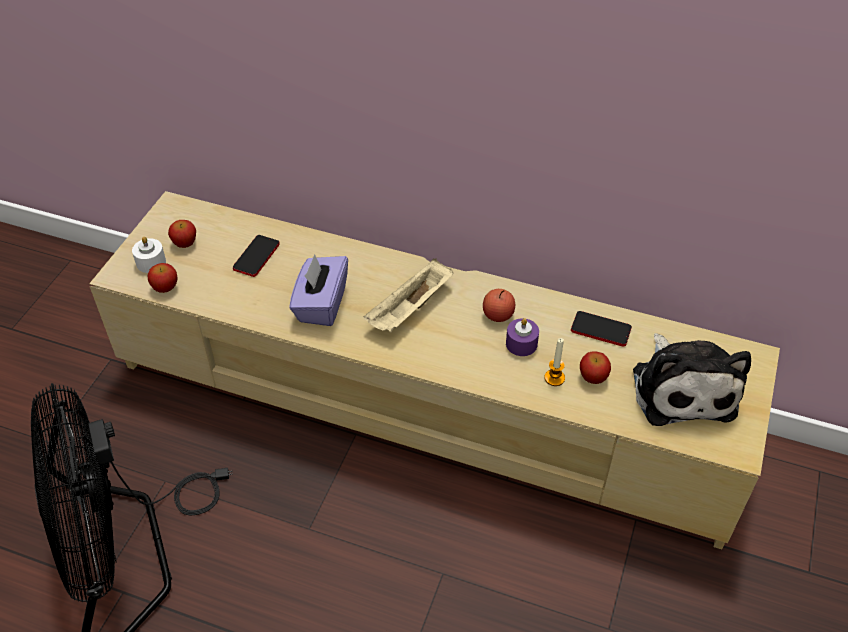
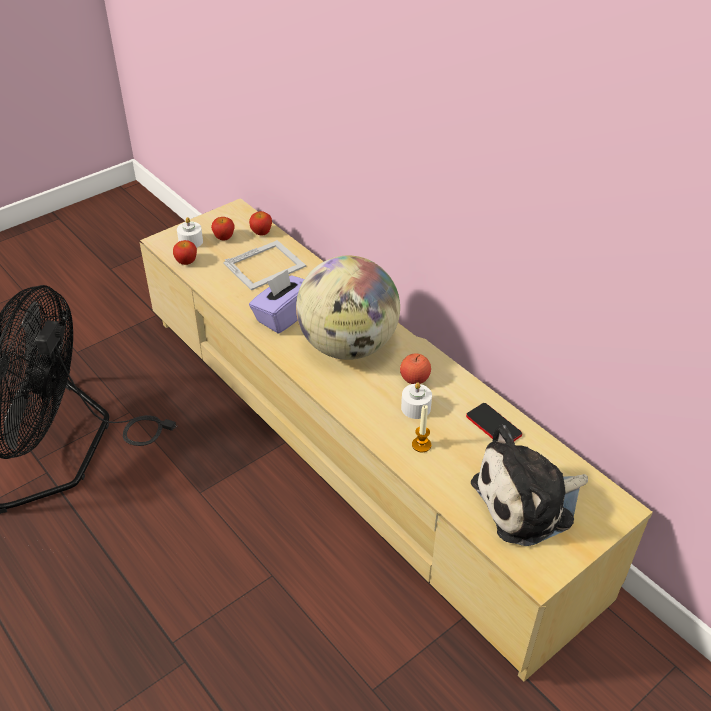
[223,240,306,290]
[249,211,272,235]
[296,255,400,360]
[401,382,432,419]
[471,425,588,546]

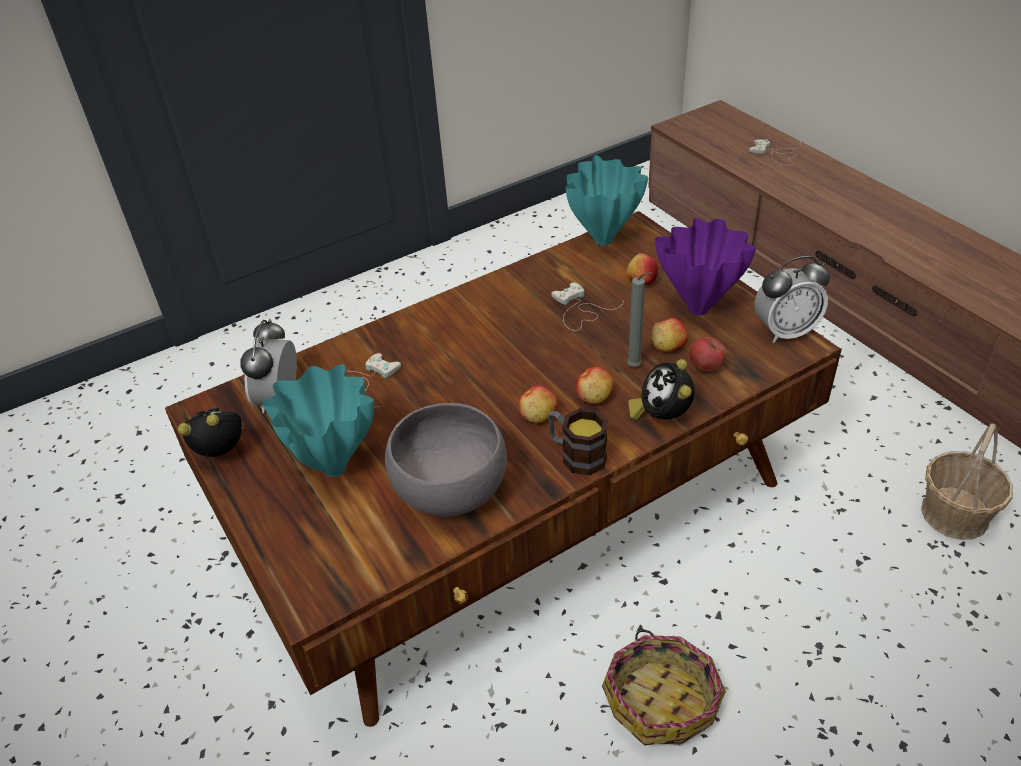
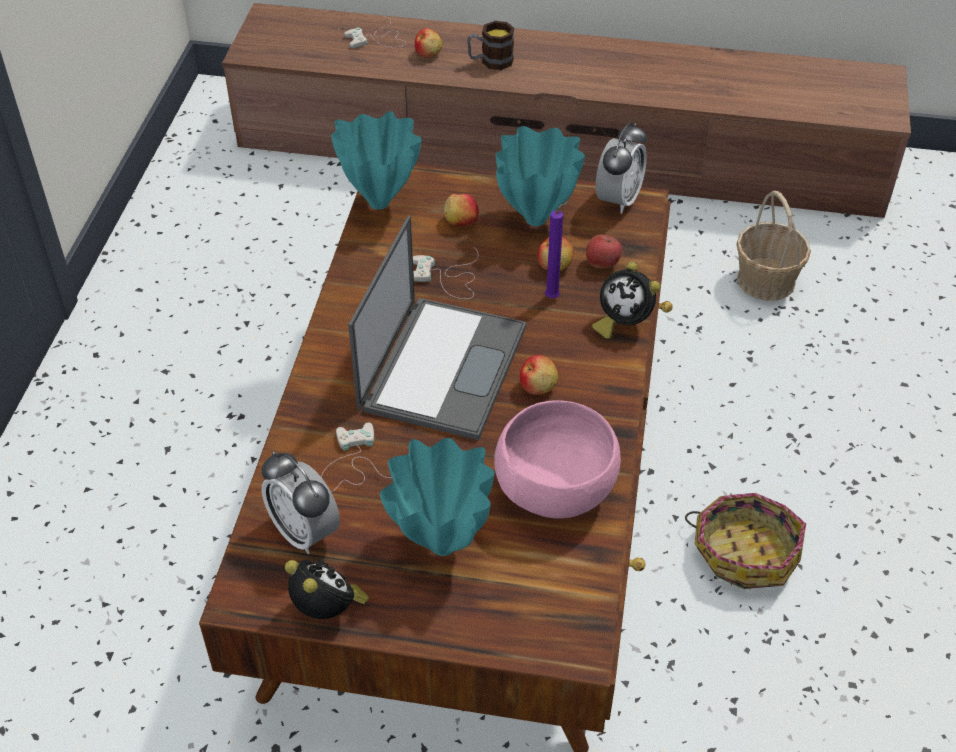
[285,559,369,619]
[348,215,526,440]
[415,28,442,58]
[467,21,514,70]
[494,400,621,519]
[495,126,585,226]
[545,201,570,298]

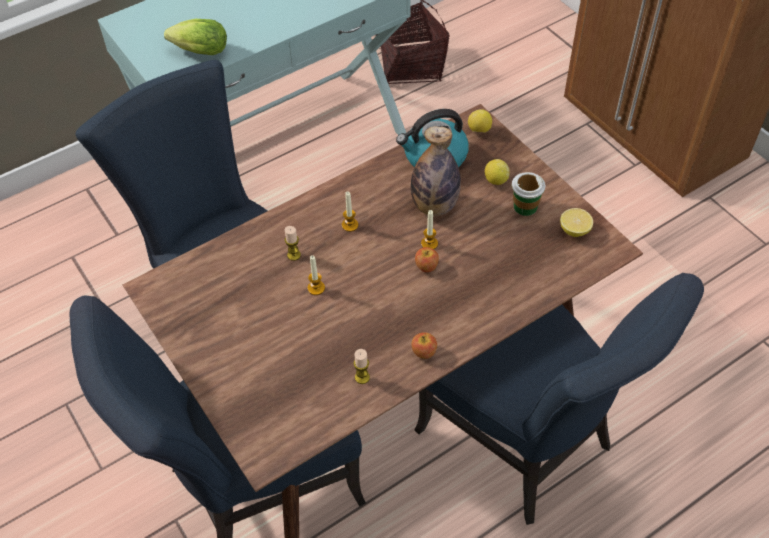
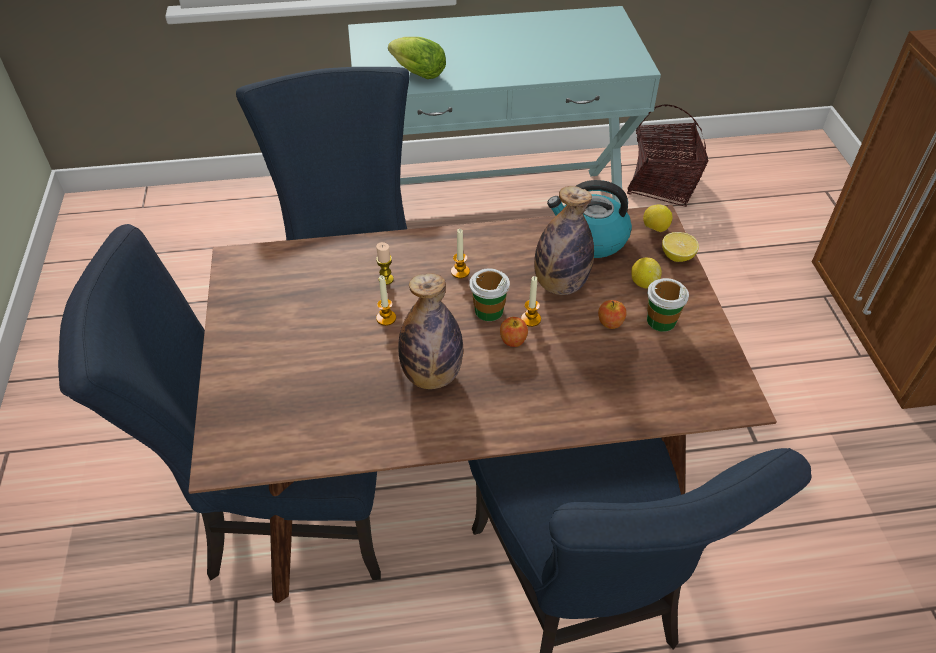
[398,273,463,389]
[469,268,510,321]
[598,300,626,329]
[662,232,699,262]
[354,349,370,384] (first image)

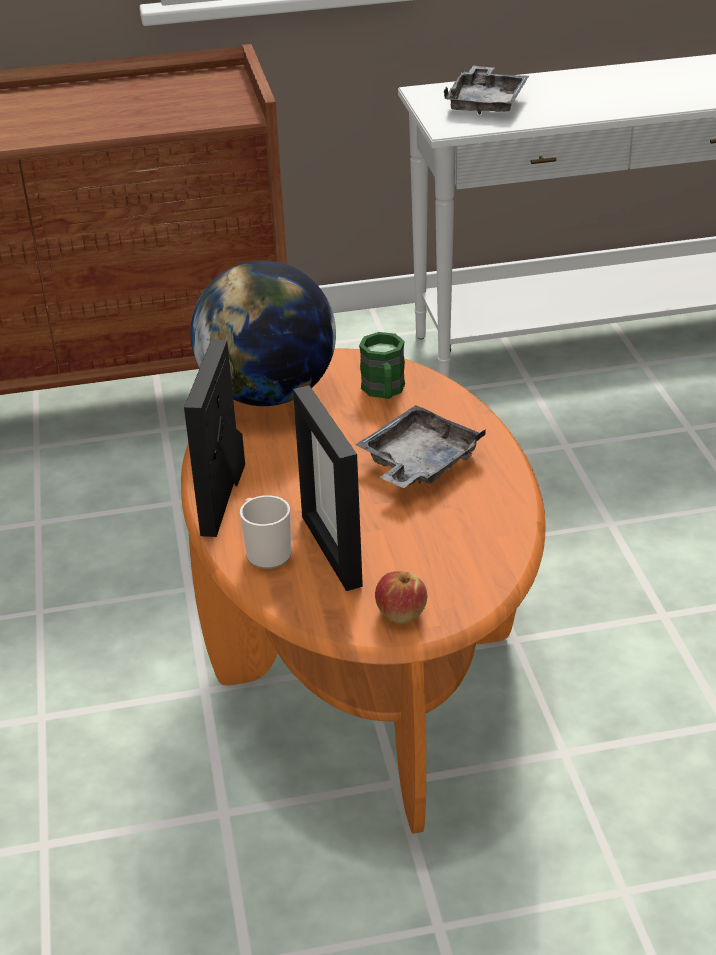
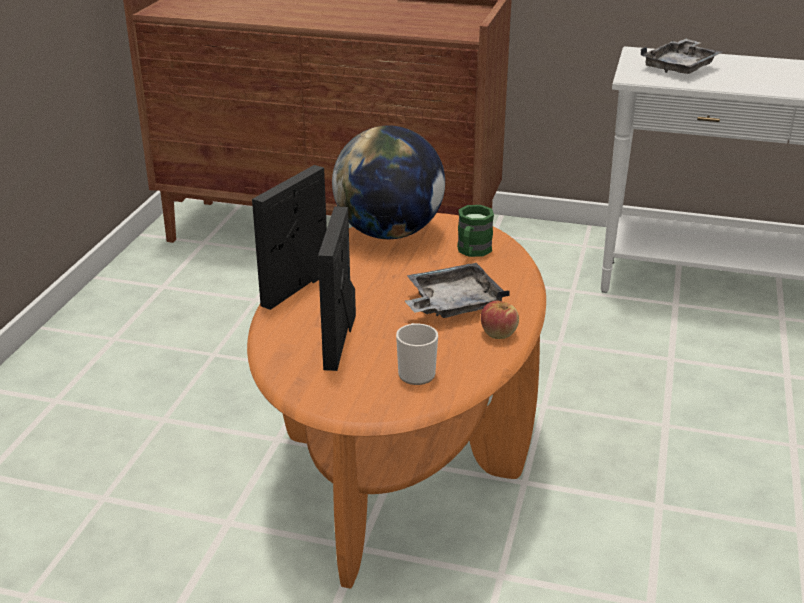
[396,323,438,385]
[481,301,519,339]

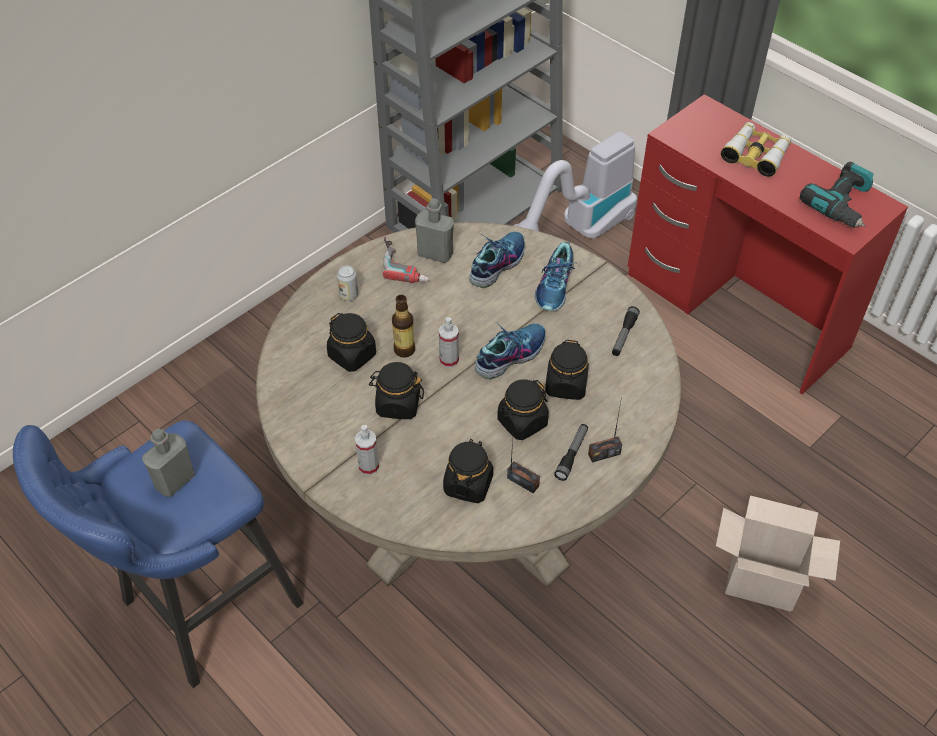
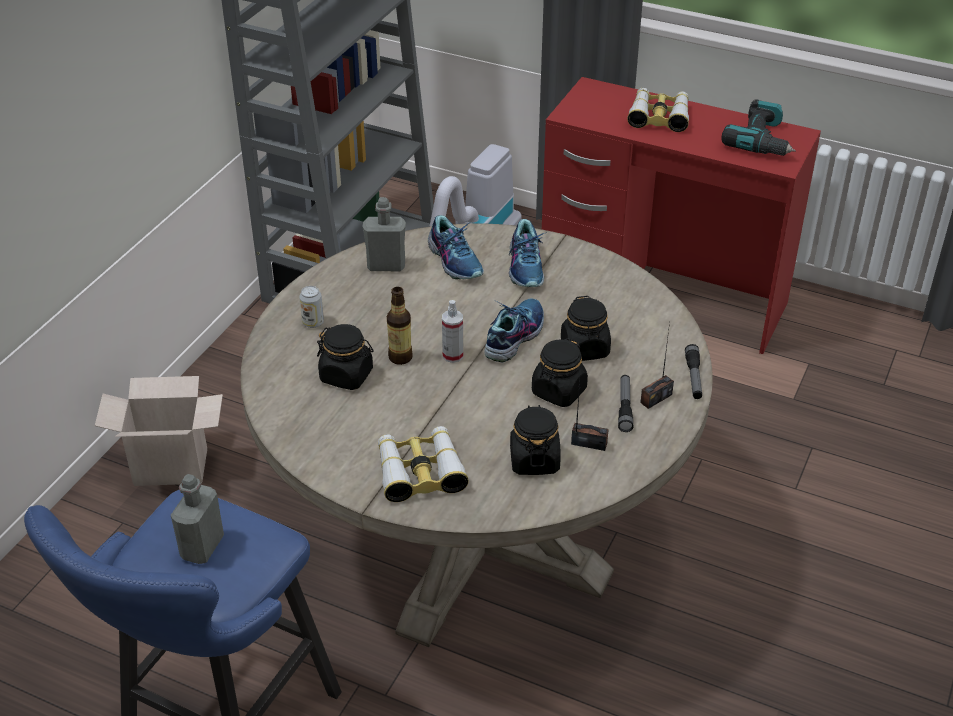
[95,376,223,486]
[378,426,469,502]
[428,215,484,279]
[685,344,702,399]
[369,362,424,419] (first image)
[383,237,430,283] (first image)

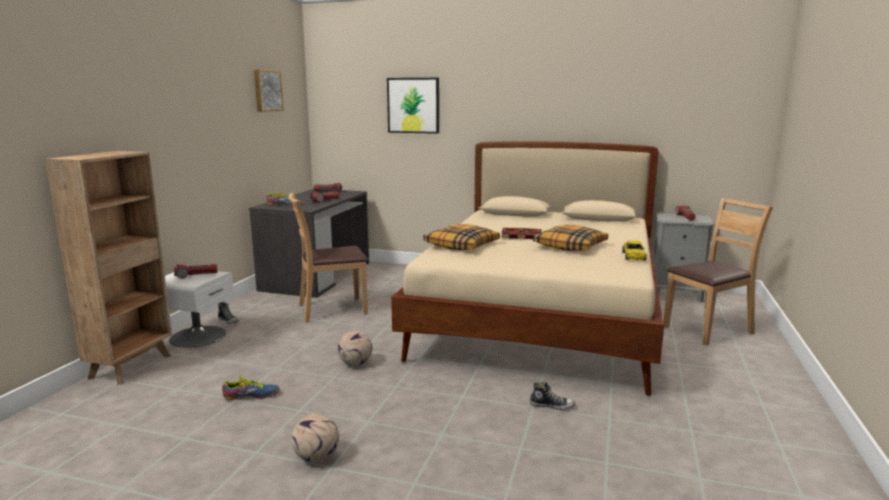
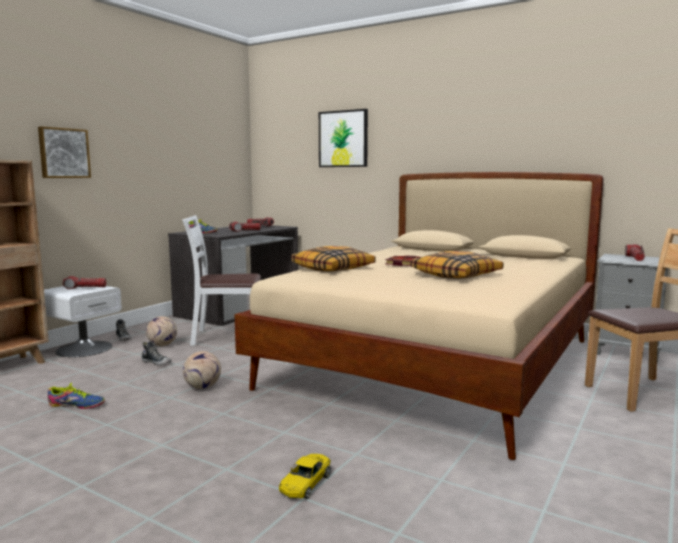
[38,126,91,178]
[142,341,172,365]
[146,316,177,346]
[182,215,261,346]
[279,454,331,499]

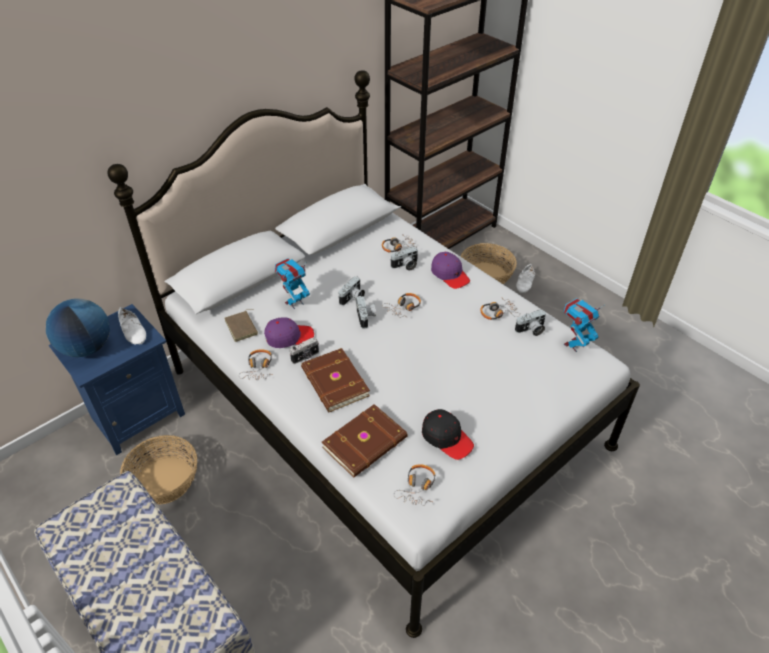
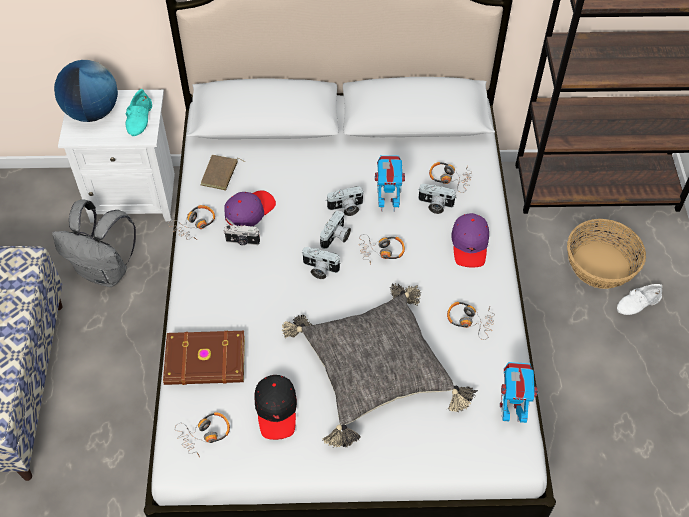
[52,200,136,287]
[58,90,175,222]
[125,89,152,136]
[225,191,276,226]
[282,283,478,448]
[302,247,341,279]
[375,155,405,212]
[301,348,370,412] (first image)

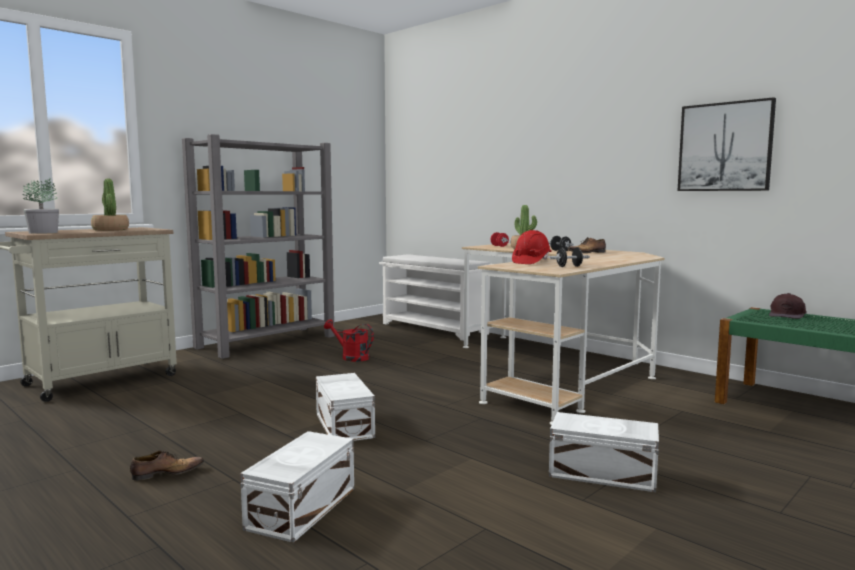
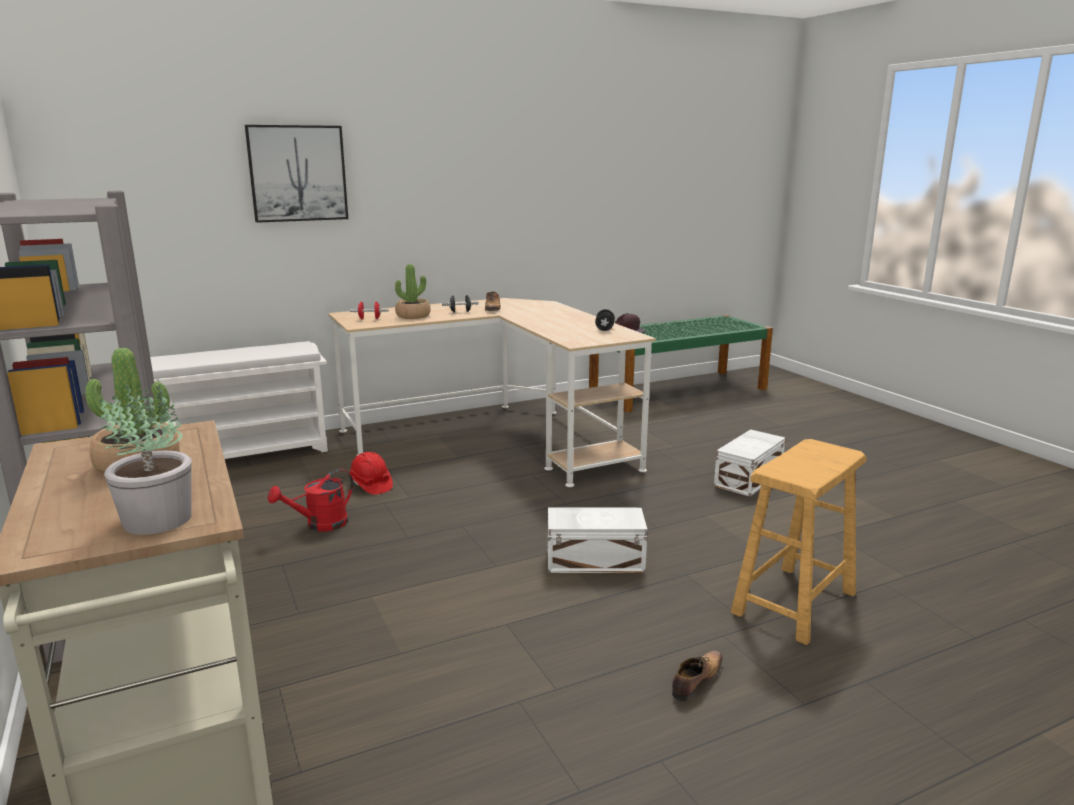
[245,125,348,223]
[349,452,393,495]
[672,650,723,701]
[731,439,867,645]

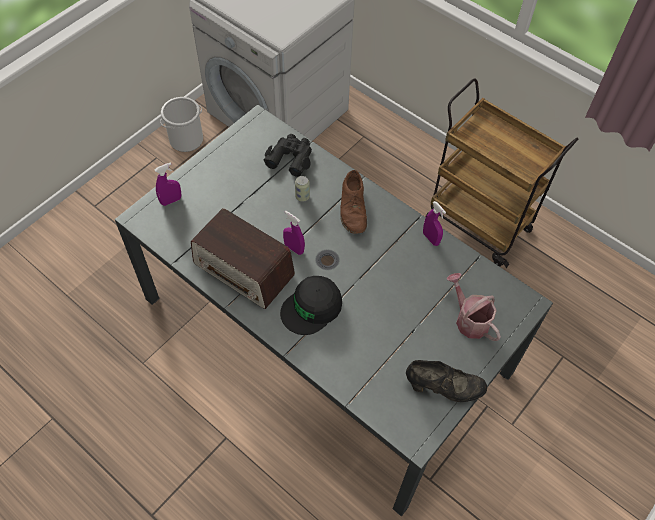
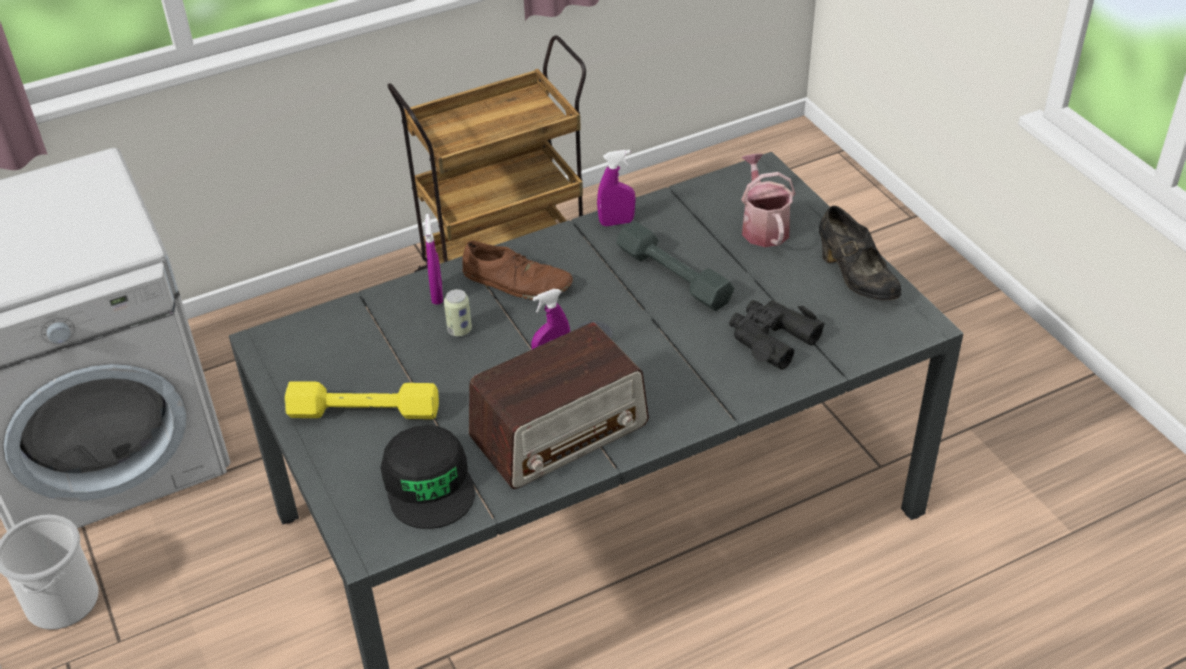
[285,381,439,419]
[380,425,475,529]
[425,214,443,305]
[616,221,735,311]
[729,300,825,370]
[741,153,795,247]
[819,206,901,300]

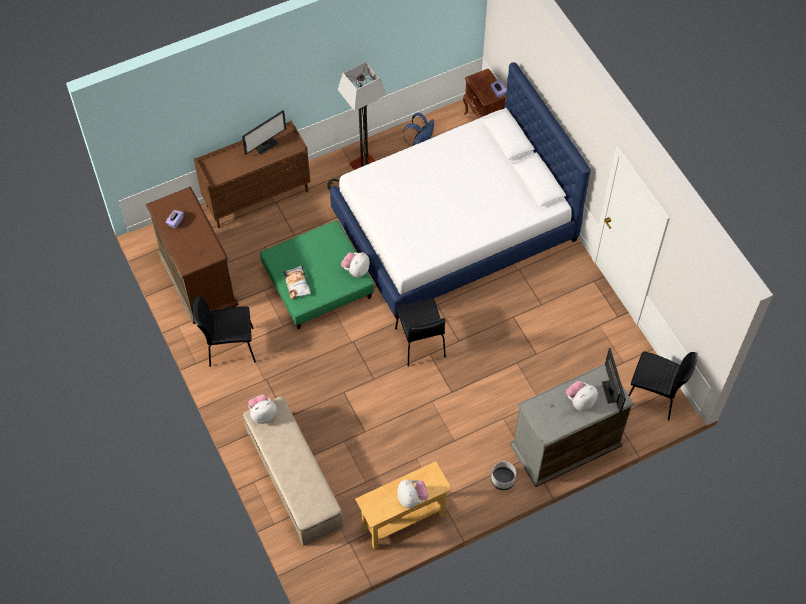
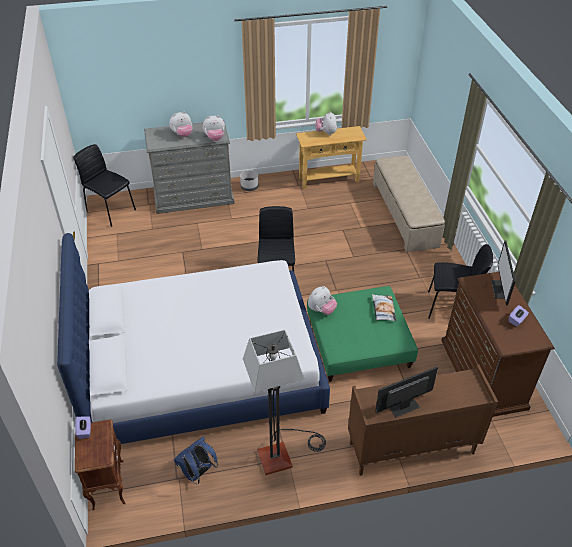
[203,115,225,141]
[492,241,516,305]

